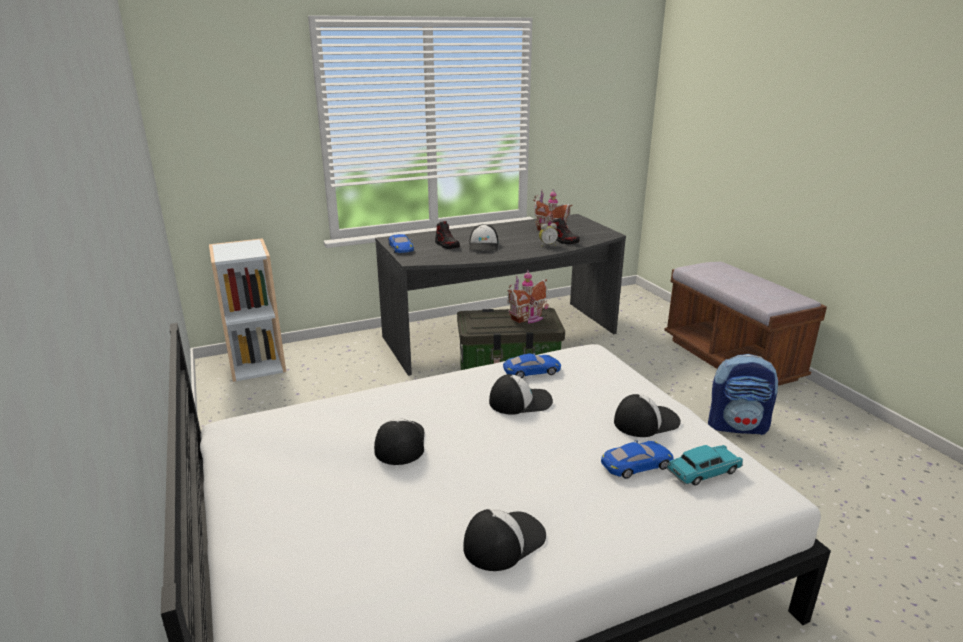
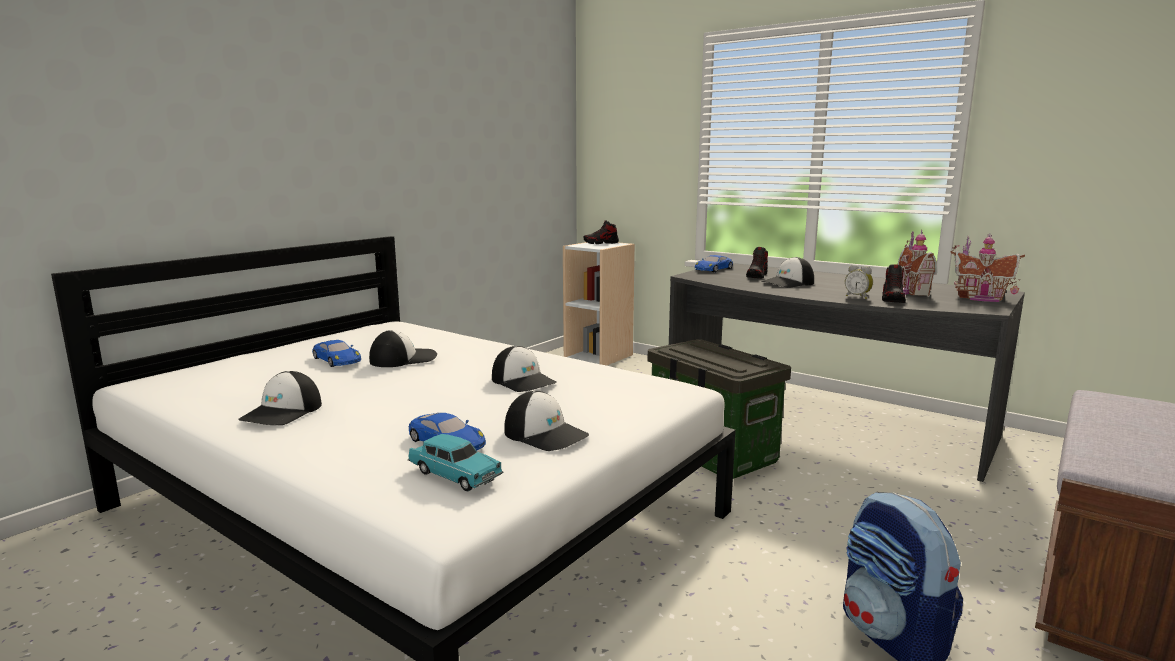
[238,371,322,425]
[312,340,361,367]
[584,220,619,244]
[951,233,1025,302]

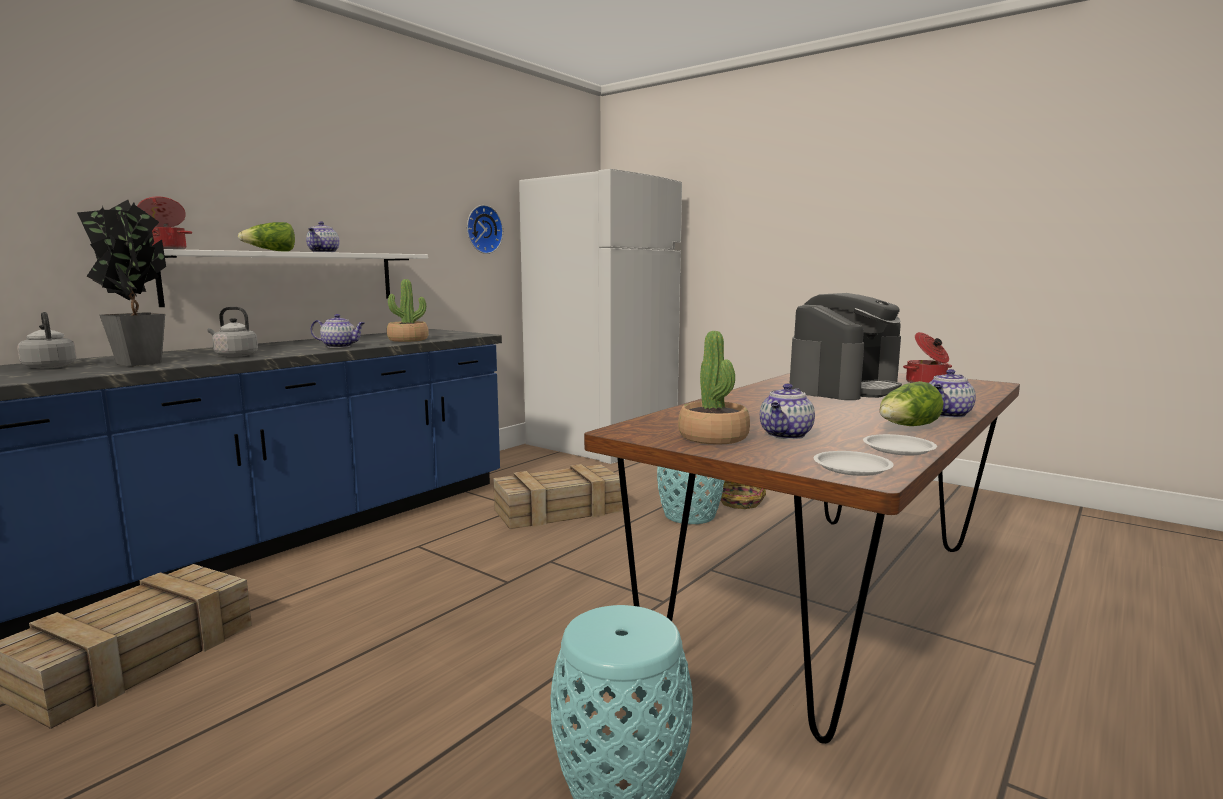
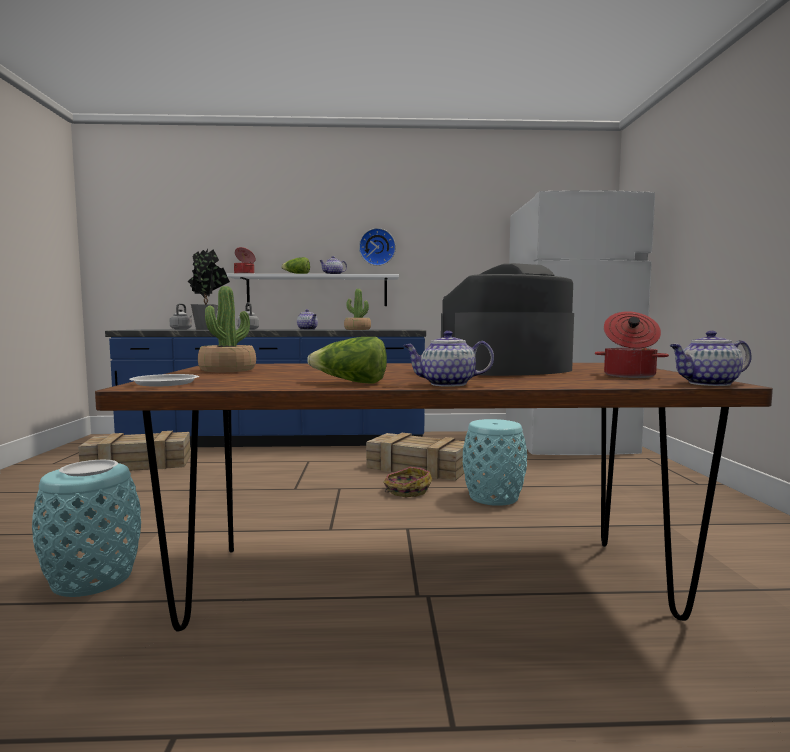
[59,460,118,476]
[359,228,396,266]
[383,467,432,497]
[441,263,574,376]
[670,331,752,386]

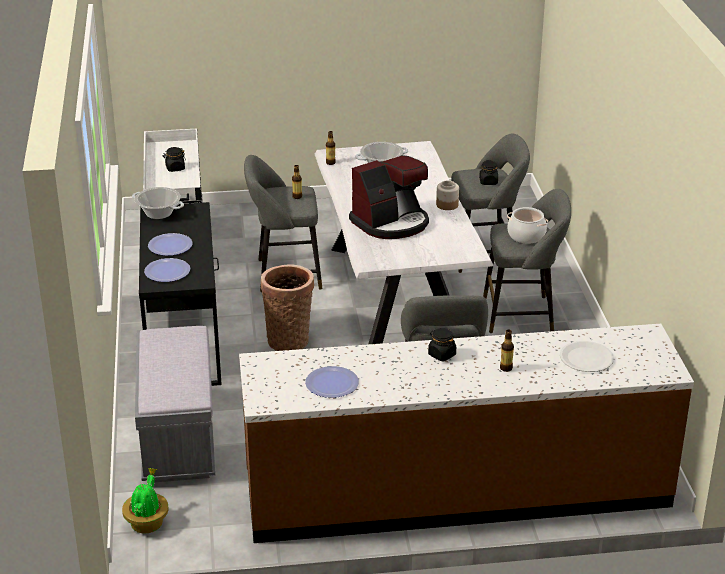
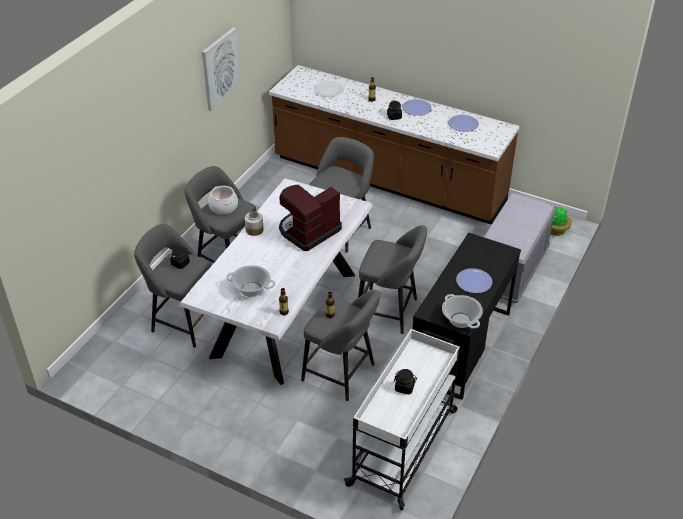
[202,27,241,111]
[279,185,342,251]
[358,225,427,334]
[402,99,432,116]

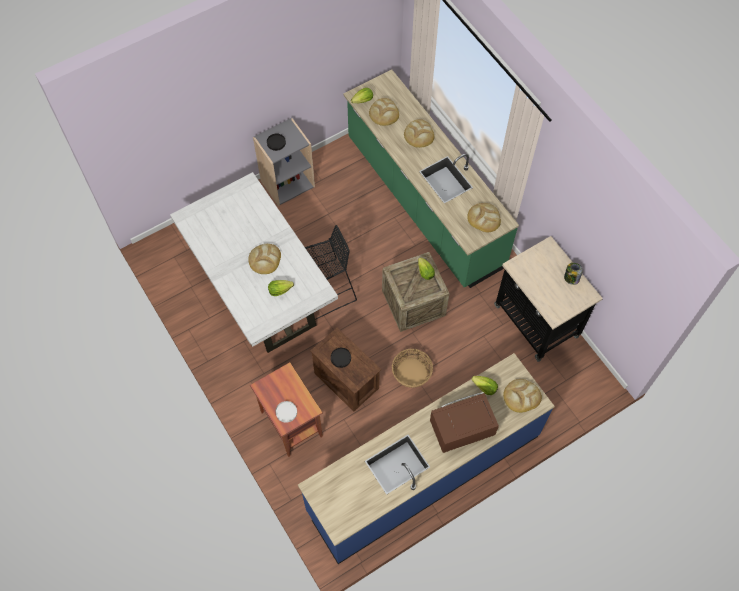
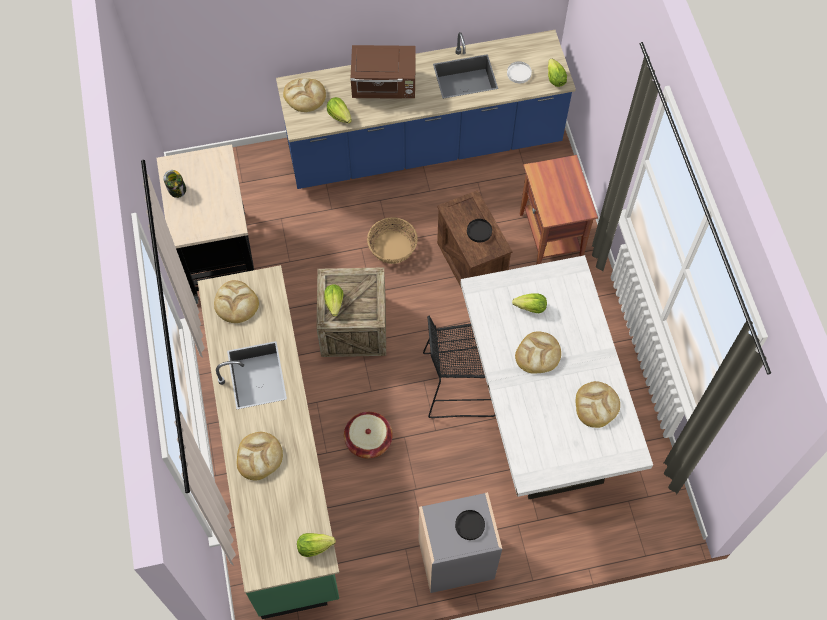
[344,412,393,458]
[507,61,532,83]
[548,59,567,87]
[576,381,620,428]

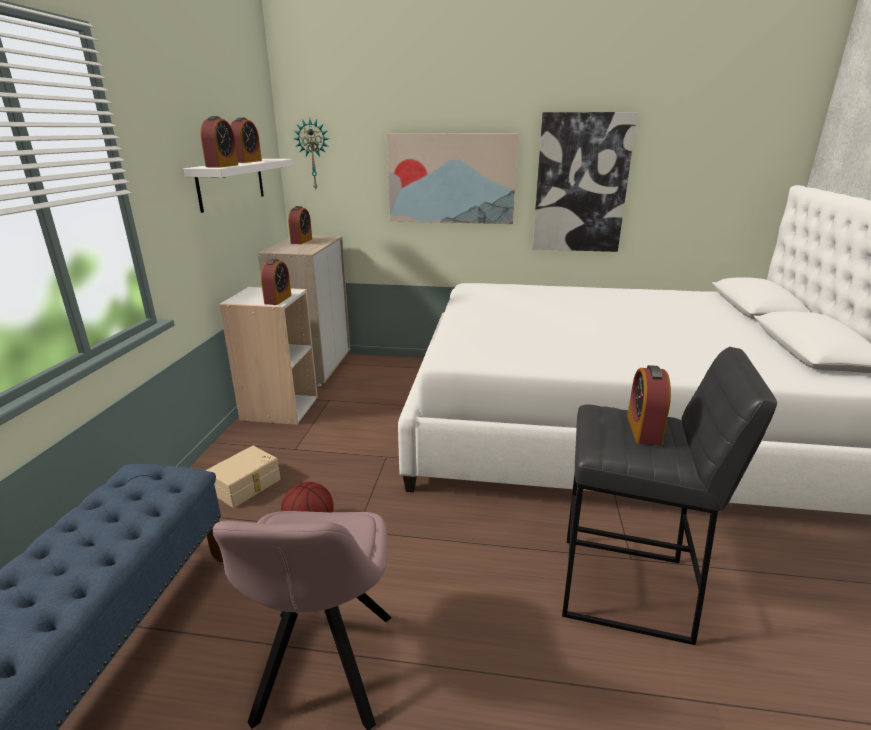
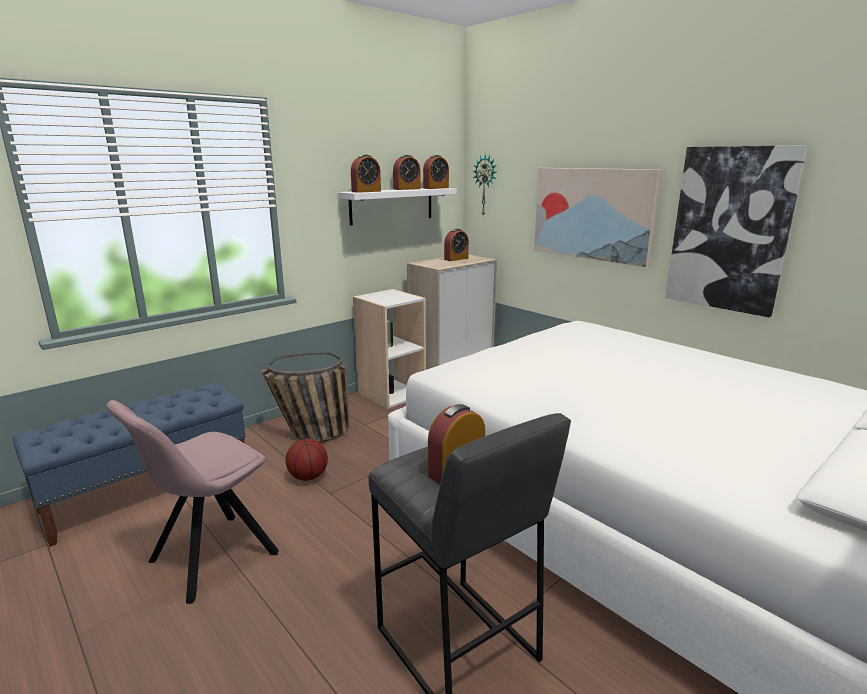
[262,353,350,442]
[423,155,449,189]

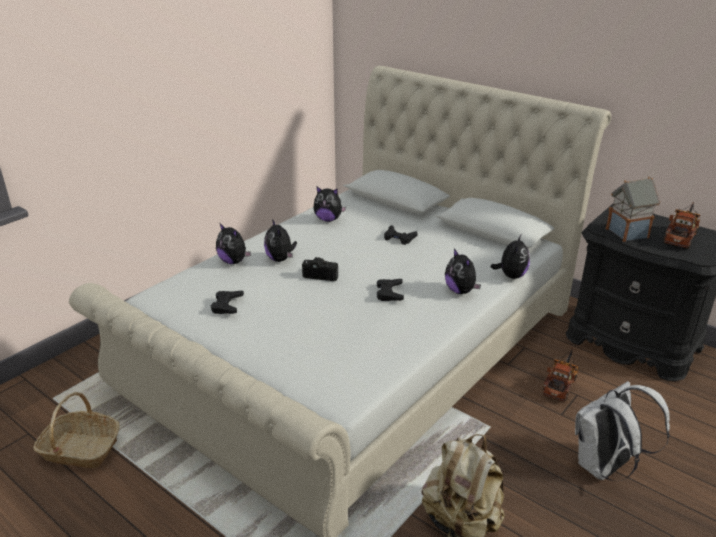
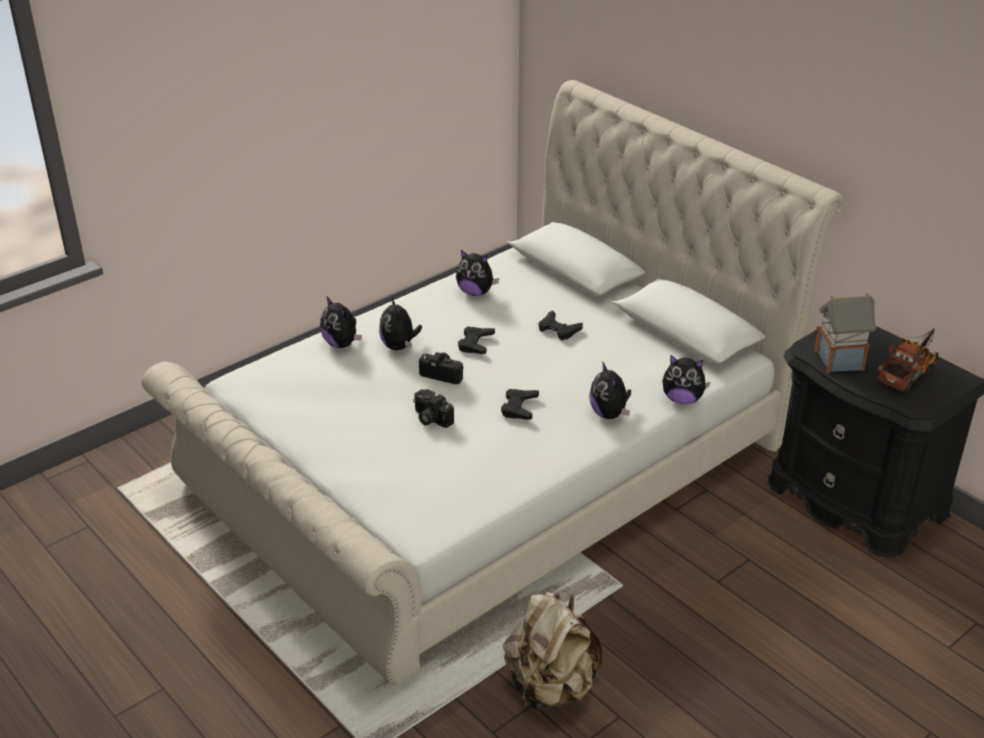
[413,389,454,428]
[458,327,495,354]
[662,355,710,404]
[33,392,119,468] (first image)
[543,348,579,401] (first image)
[575,381,670,481] (first image)

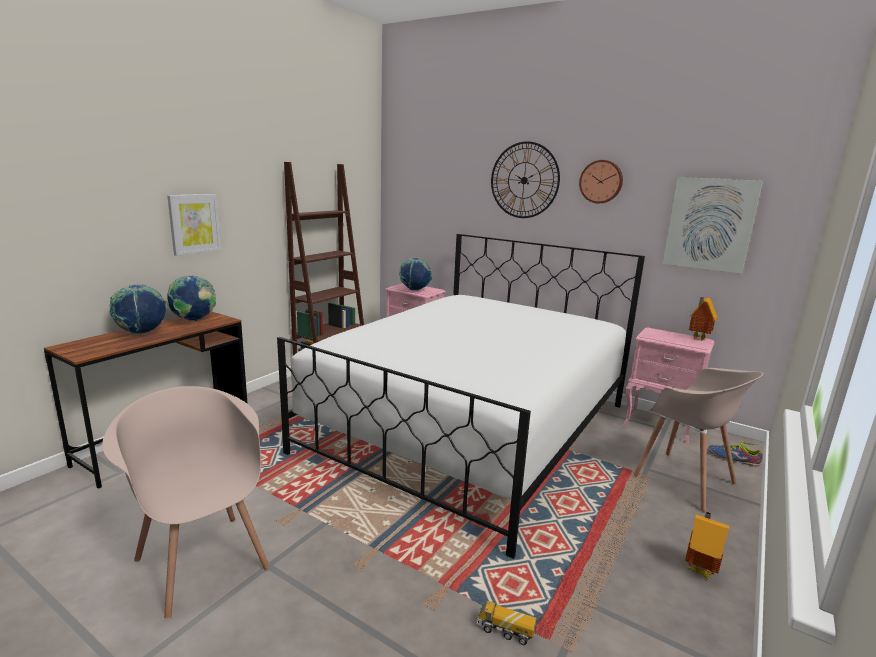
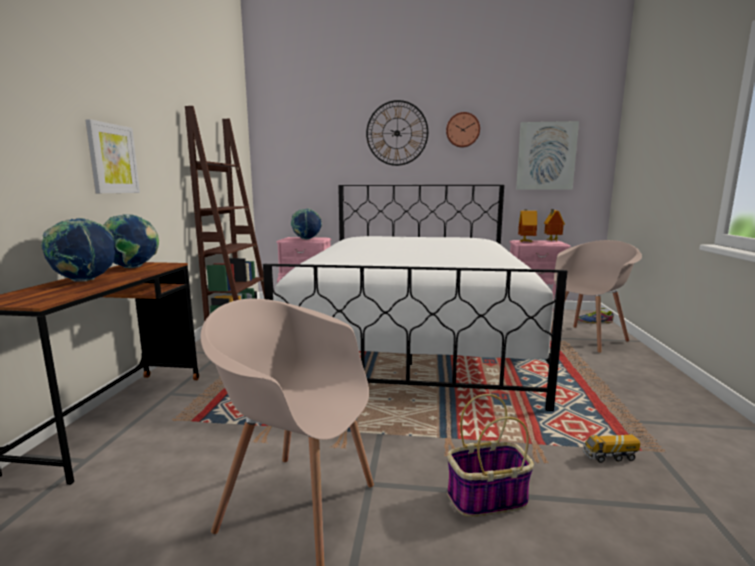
[447,394,534,517]
[518,209,537,242]
[551,240,642,353]

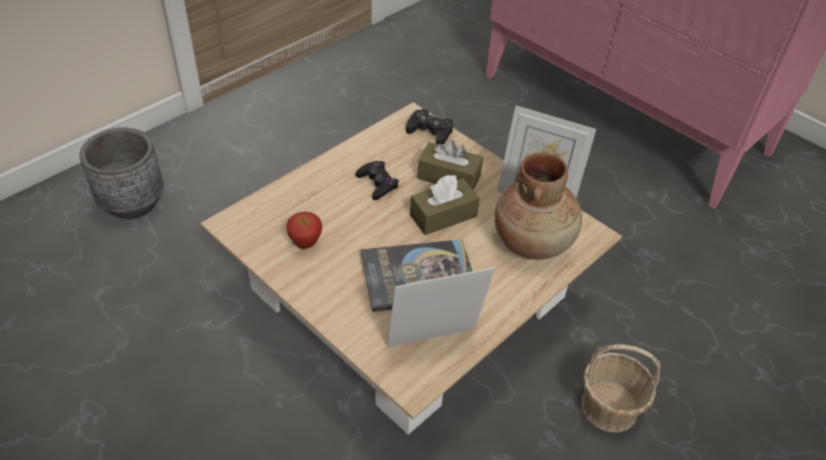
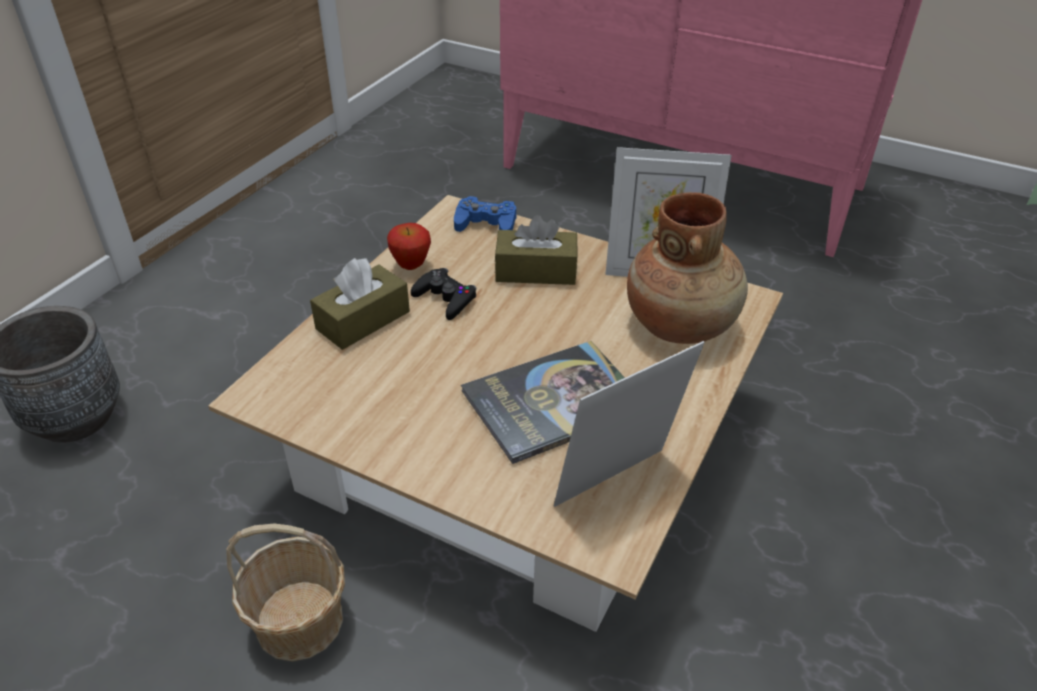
[226,523,345,662]
[310,258,410,350]
[387,223,431,270]
[454,196,517,232]

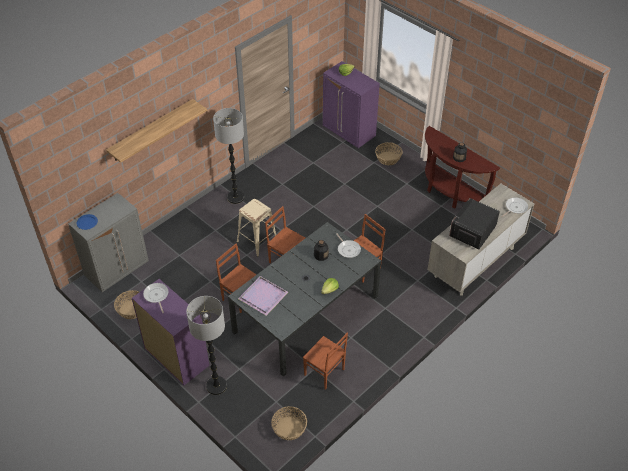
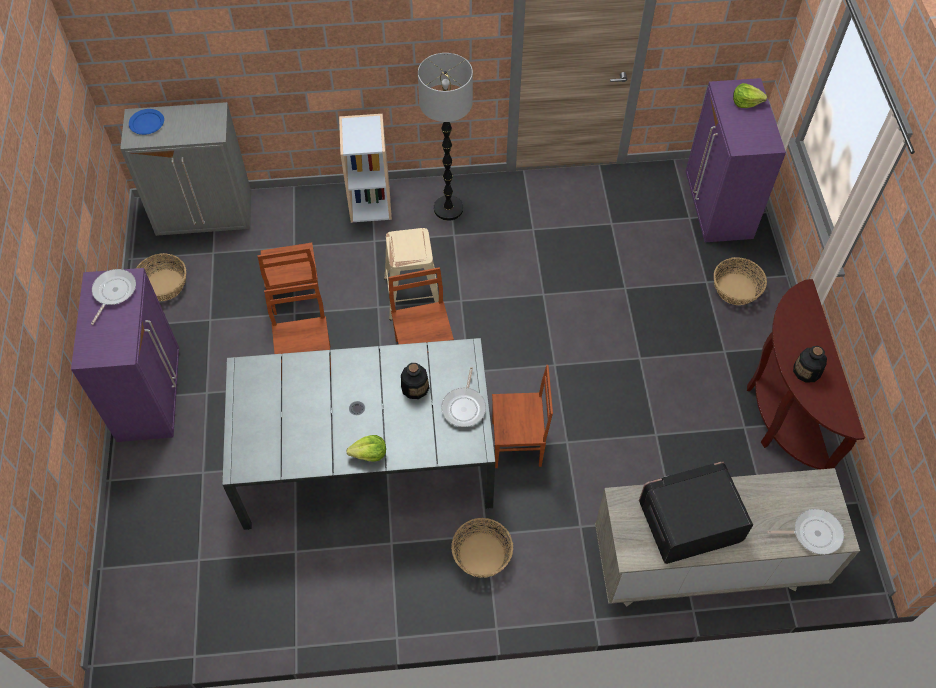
[258,243,319,315]
[339,114,392,223]
[451,518,513,578]
[106,99,207,163] (first image)
[186,296,227,395] (first image)
[238,276,288,316] (first image)

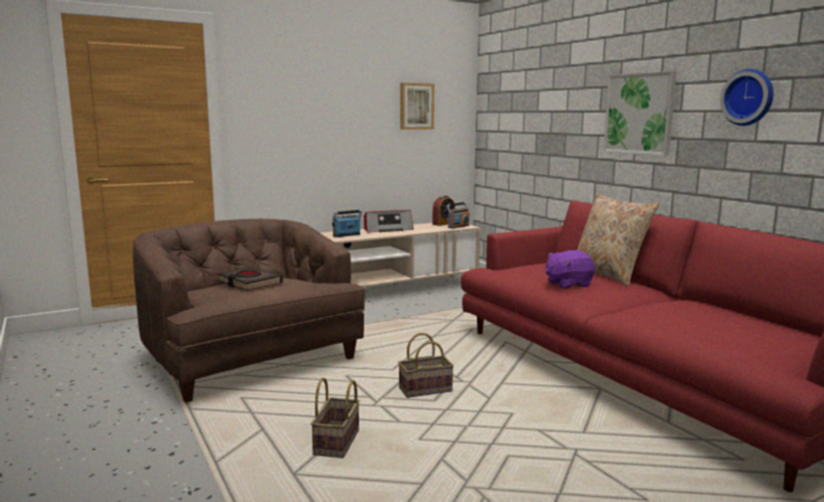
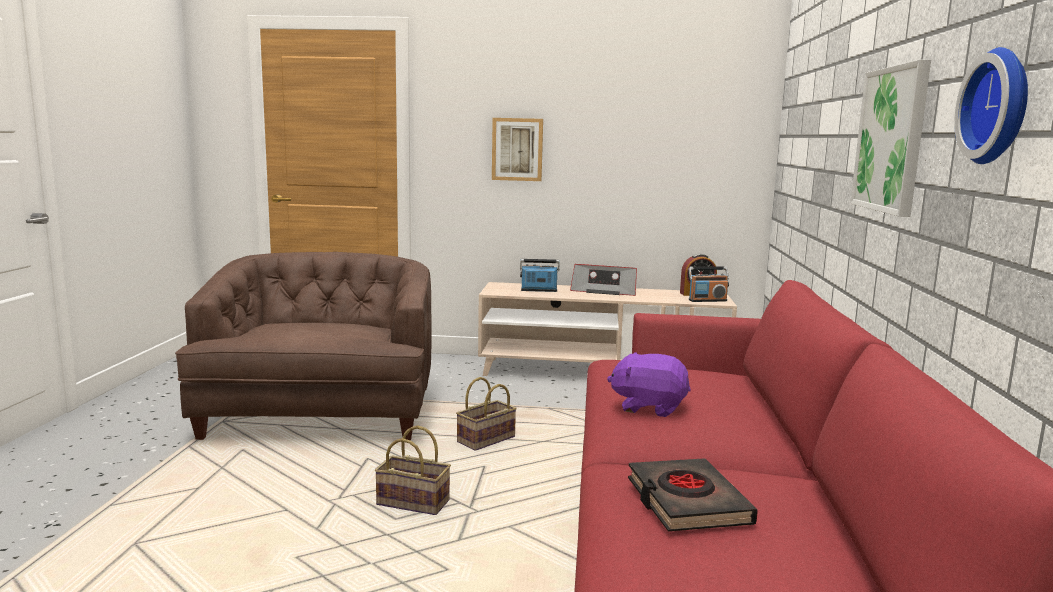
[456,377,517,451]
[492,118,543,181]
[628,458,758,532]
[577,193,659,286] (first image)

